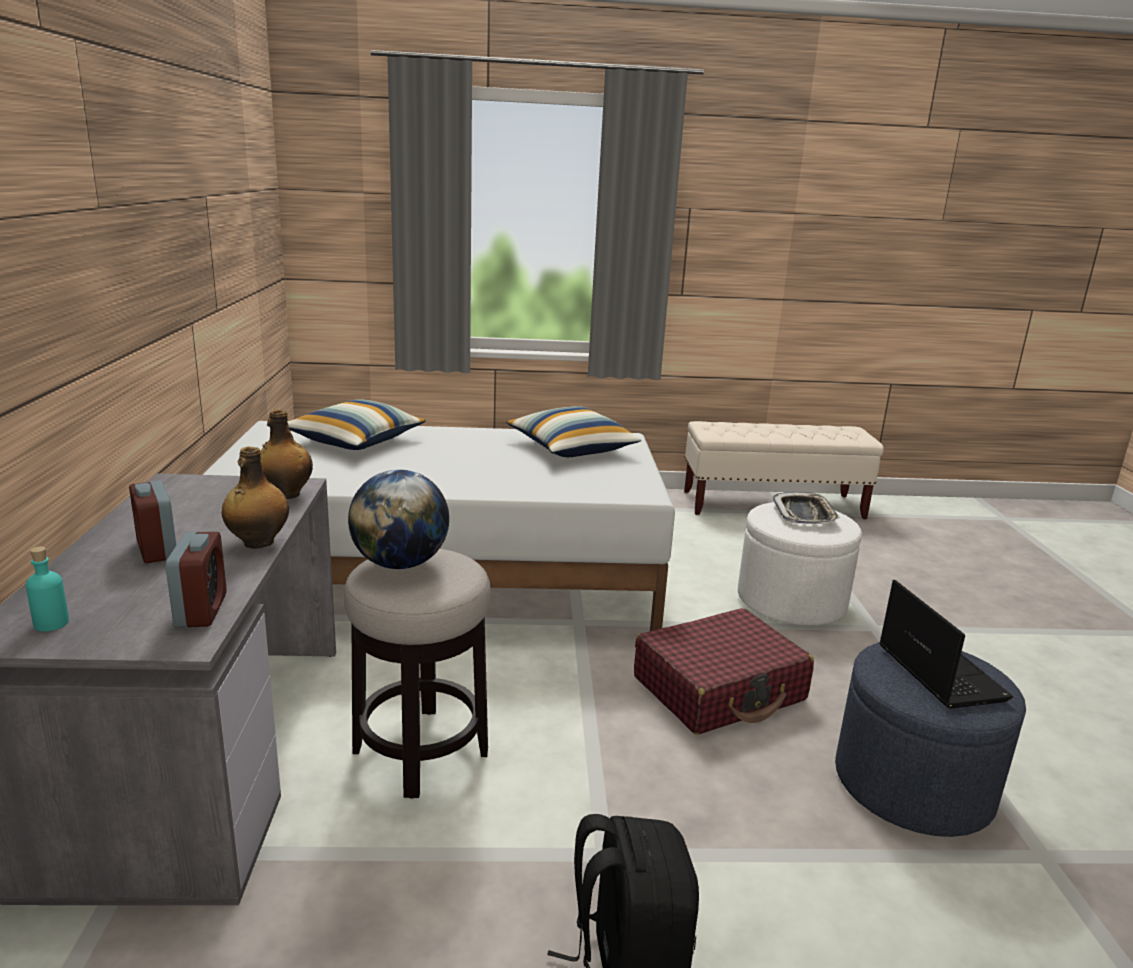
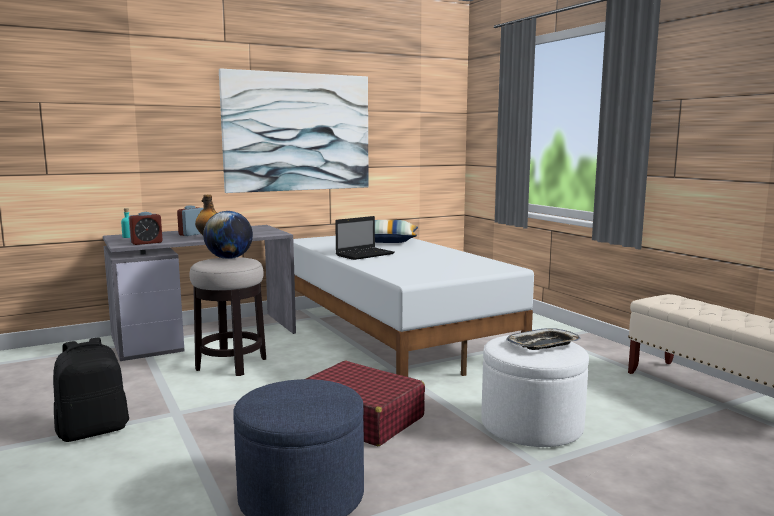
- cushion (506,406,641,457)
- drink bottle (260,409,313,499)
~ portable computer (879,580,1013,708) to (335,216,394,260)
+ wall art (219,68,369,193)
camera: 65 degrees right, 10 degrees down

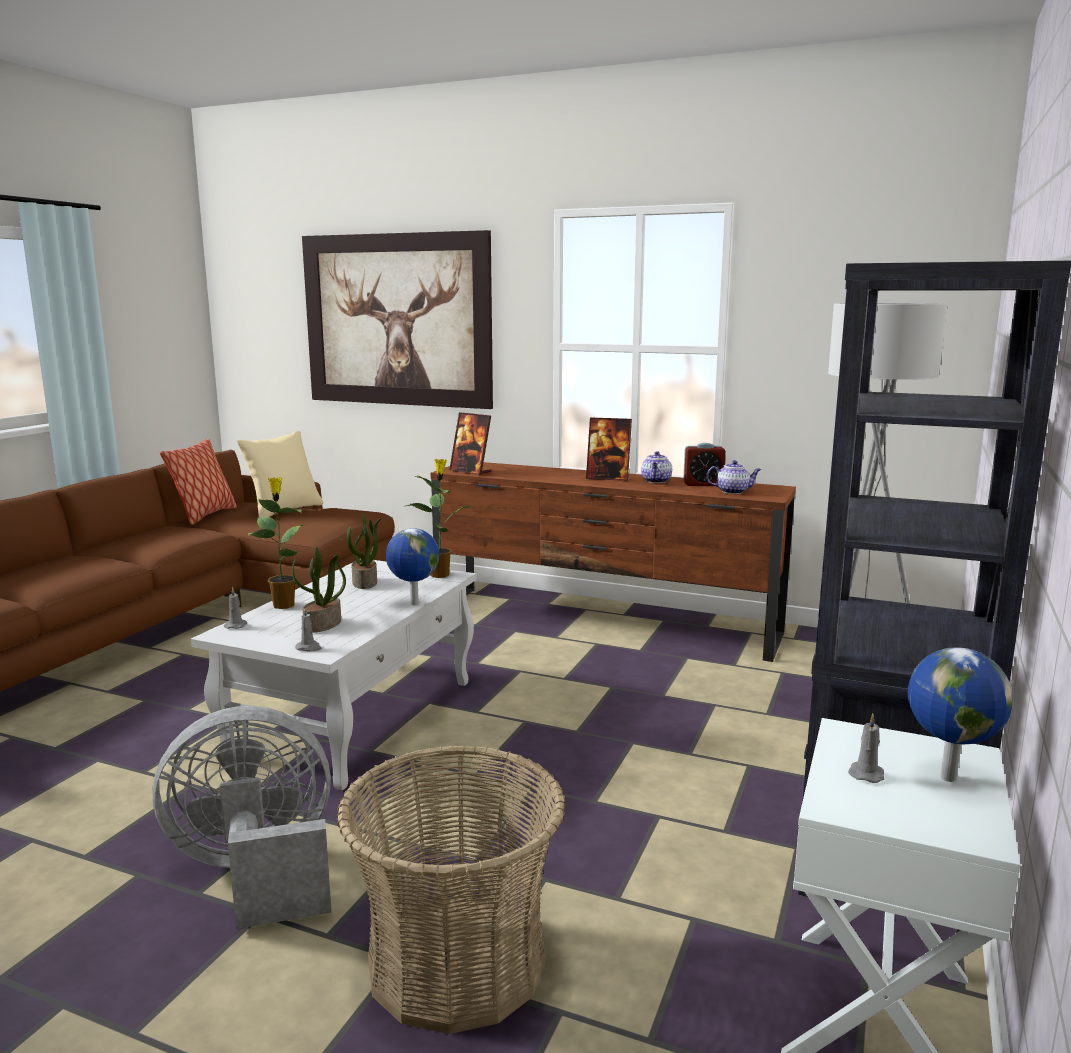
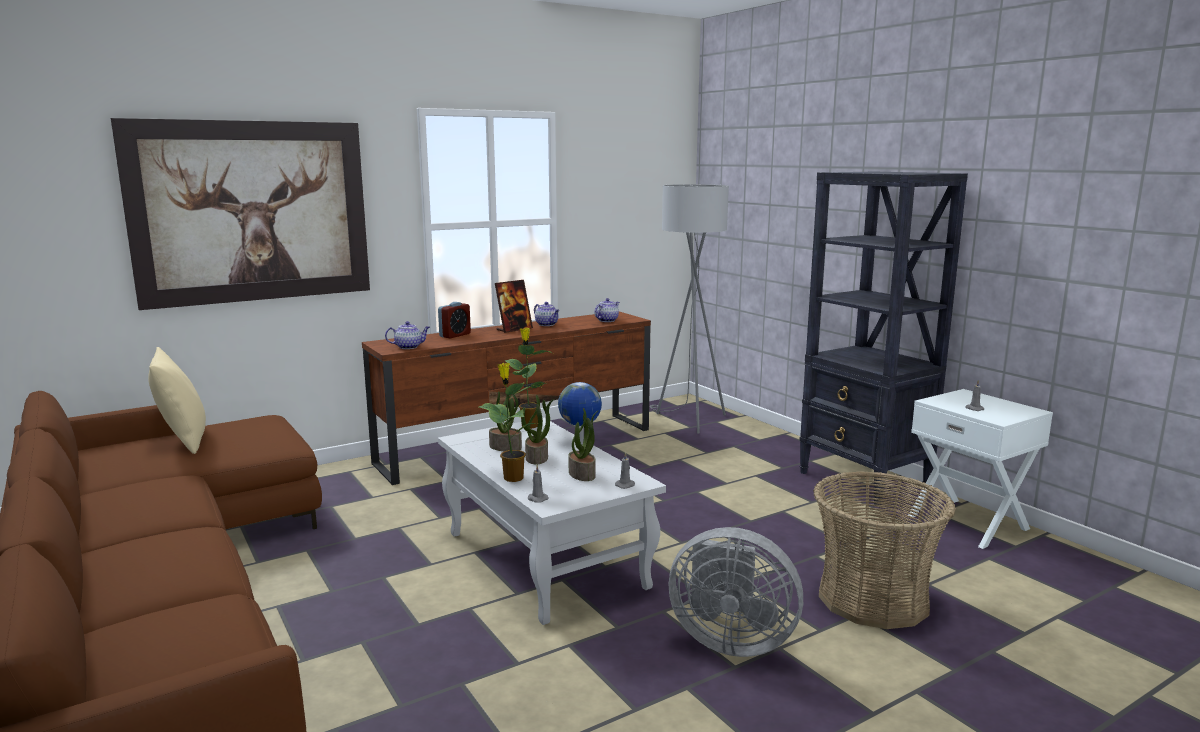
~ photo frame (449,412,491,475) to pot for tea (385,321,430,349)
- cushion (160,439,237,525)
~ alarm clock (683,443,726,486) to (438,302,471,339)
- globe (908,648,1013,782)
~ gray cooling fan (153,706,332,929) = (669,527,803,657) 90 degrees counterclockwise
+ houseplant (521,395,554,465)
camera: 55 degrees left, 0 degrees up

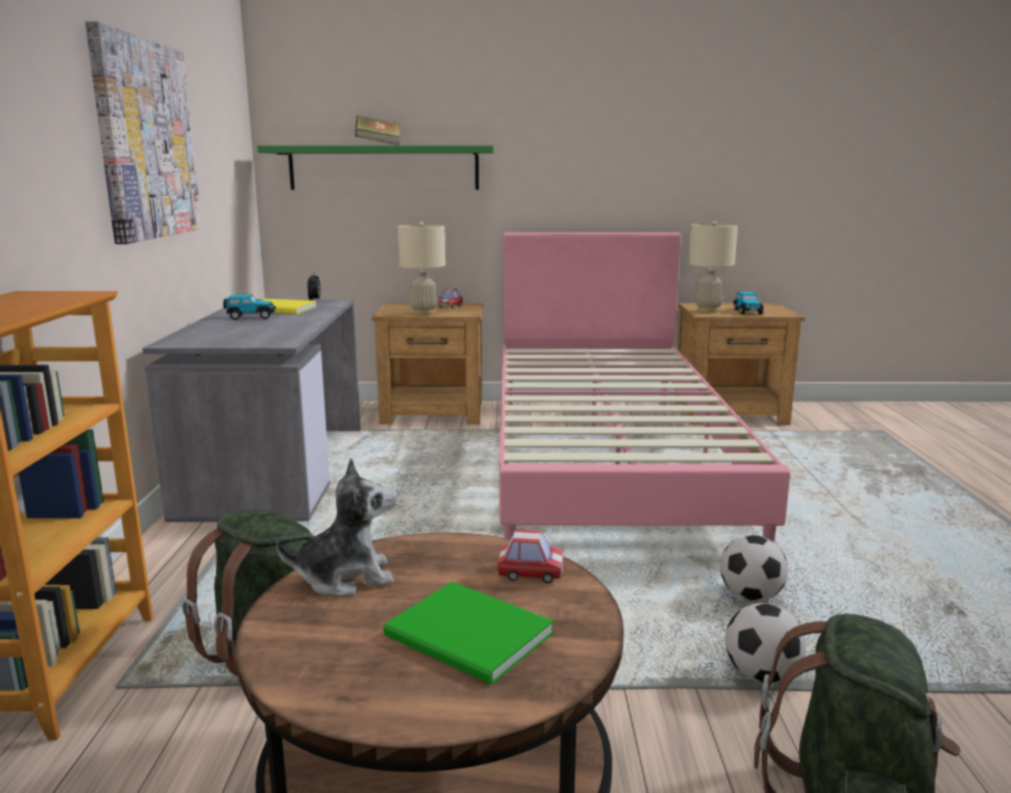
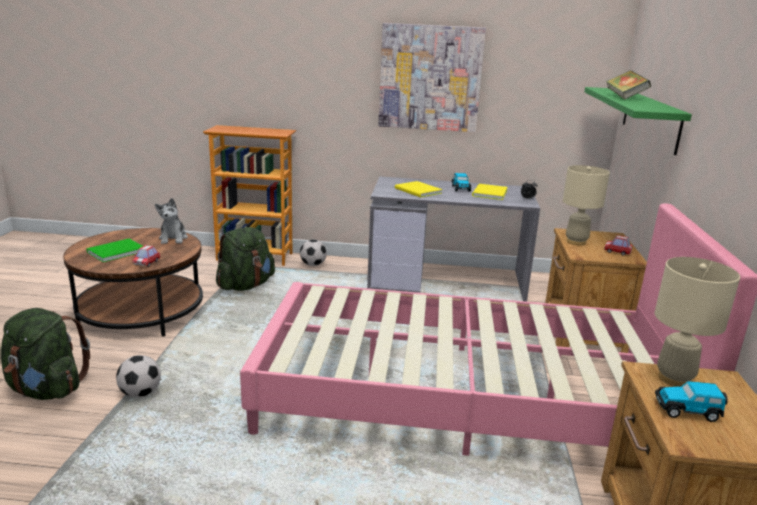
~ ball for football (720,535,788,602) to (300,239,327,266)
+ yellowish volume (395,181,443,197)
camera: 95 degrees right, 5 degrees up

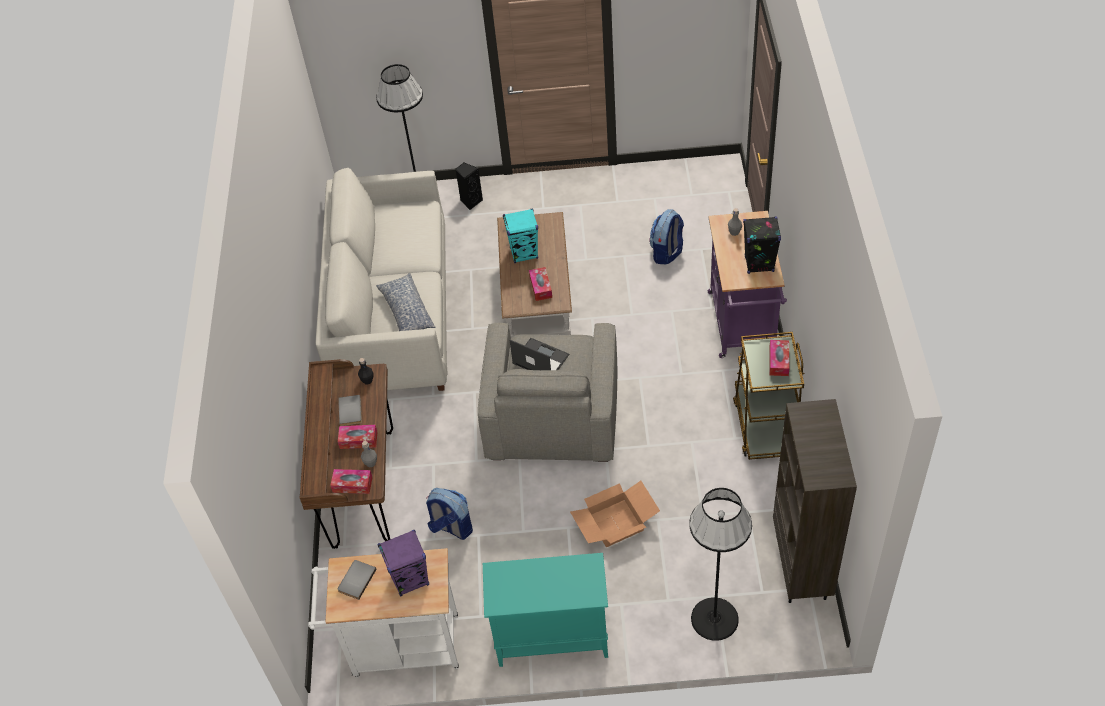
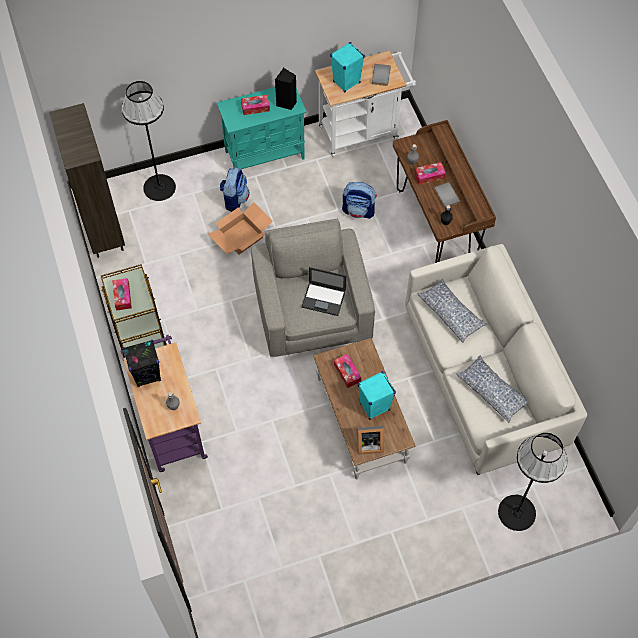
~ black speaker (455,163,483,210) to (275,68,297,110)
~ knapsack (650,209,684,264) to (220,167,249,212)
~ tissue box (330,469,373,494) to (241,95,270,115)
~ purple-coloured speaker (377,530,429,596) to turquoise speaker (330,42,365,93)
+ cushion (456,356,528,423)
+ photo frame (357,426,384,455)
camera: 160 degrees right, 10 degrees up

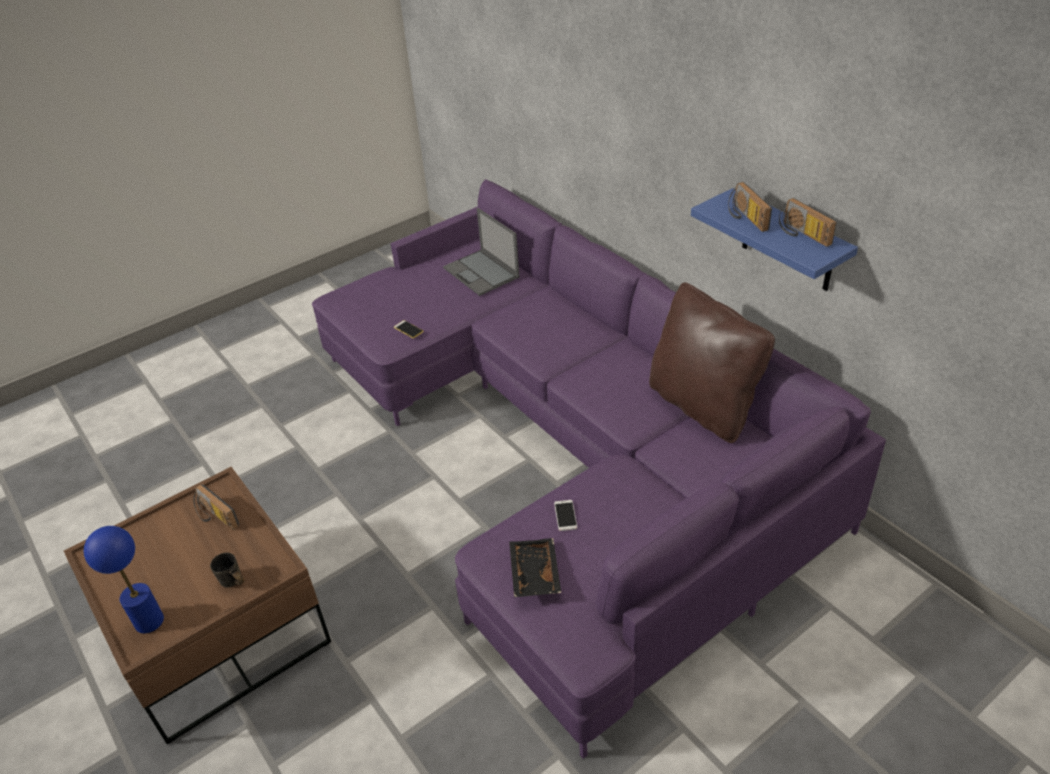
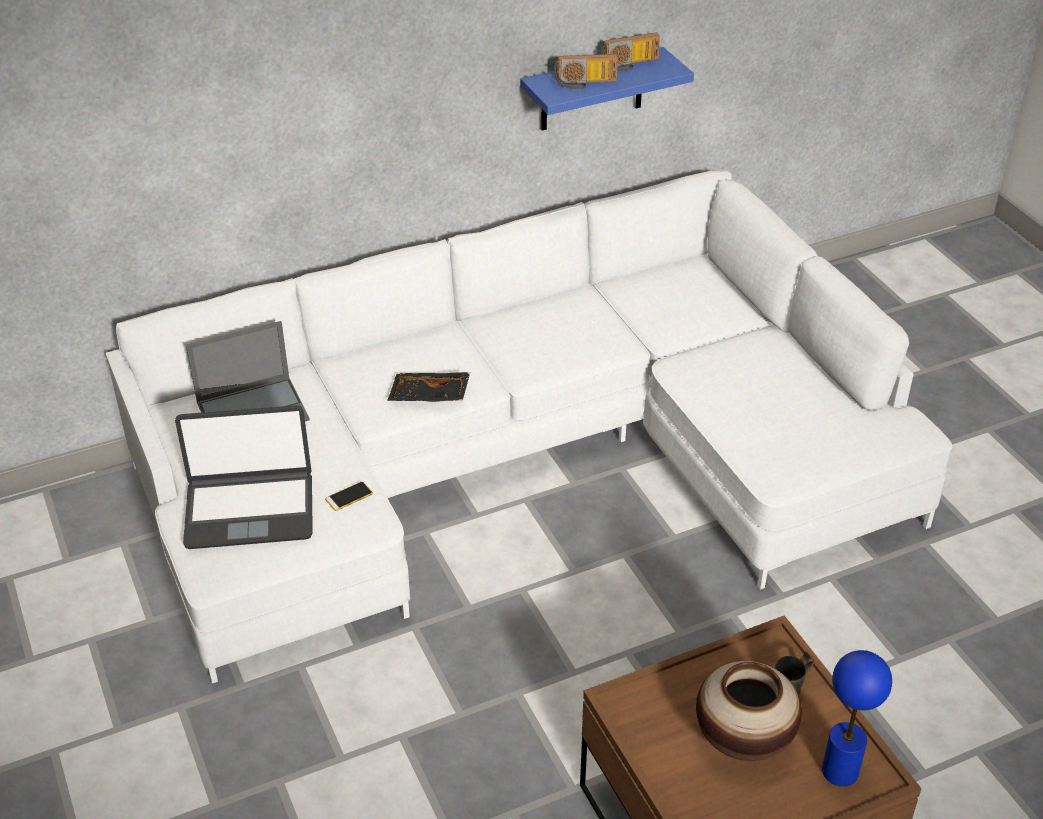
~ purple-coloured couch (312,179,886,759) to white couch (106,170,953,683)
- brown-coloured cushion (649,283,775,443)
- radio set (193,484,239,530)
- phone (554,500,577,531)
~ black carrying tray (509,538,561,597) to (387,372,470,402)
+ portable computer (175,405,313,549)
+ flower vase (696,661,802,761)
camera: 80 degrees left, 0 degrees up

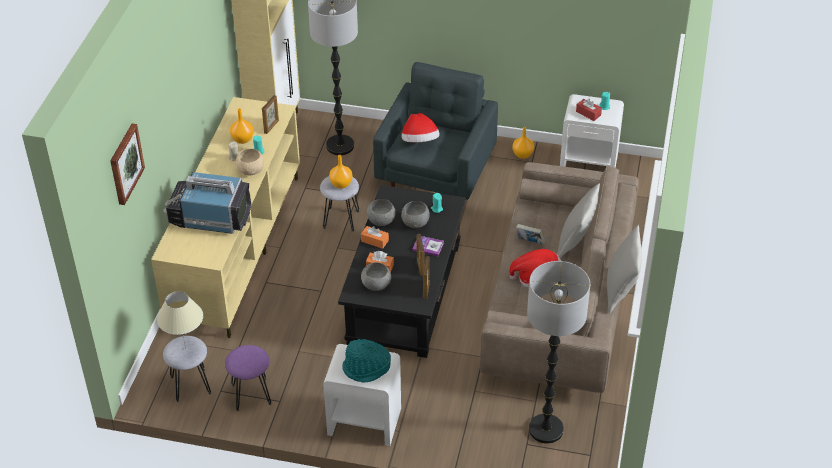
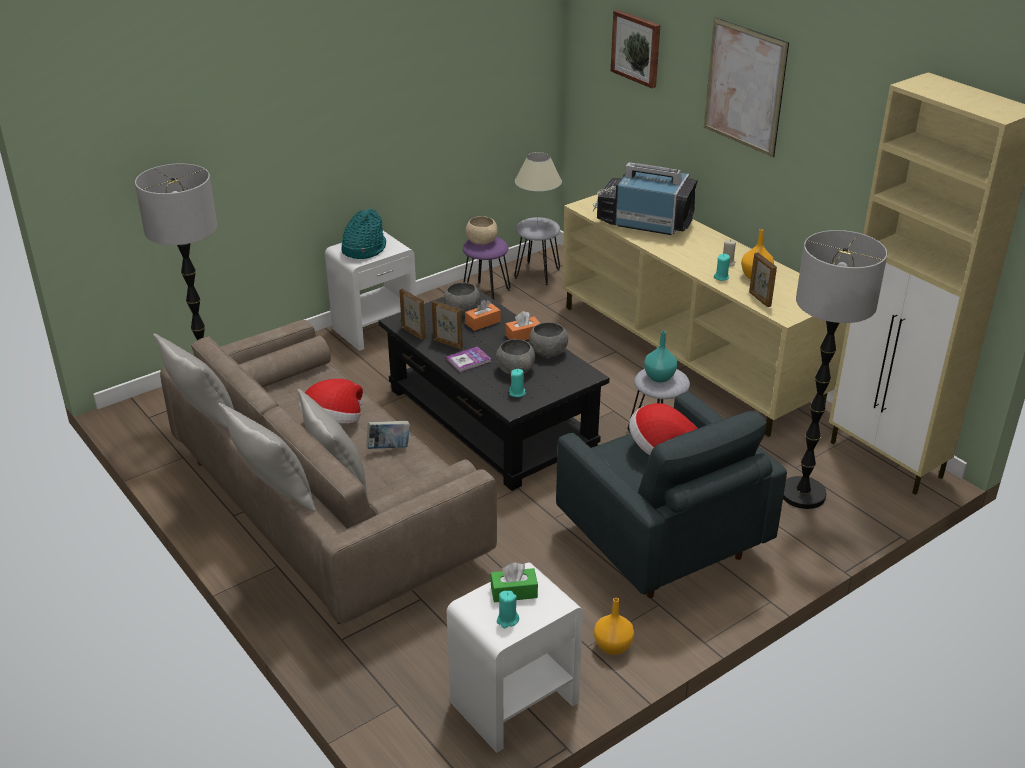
~ red-coloured tissue box (576,99,602,121) to green-coloured tissue box (490,563,538,602)
~ sand-coloured serving bowl (236,149,264,175) to (466,216,498,245)
~ orange flower vase (329,155,353,189) to turquoise flower vase (644,331,678,383)
~ TV (163,171,251,234) = (593,162,698,235) 120 degrees counterclockwise
+ wall art (704,17,789,157)
+ gray cushion (218,403,316,512)
camera: 130 degrees right, 10 degrees down

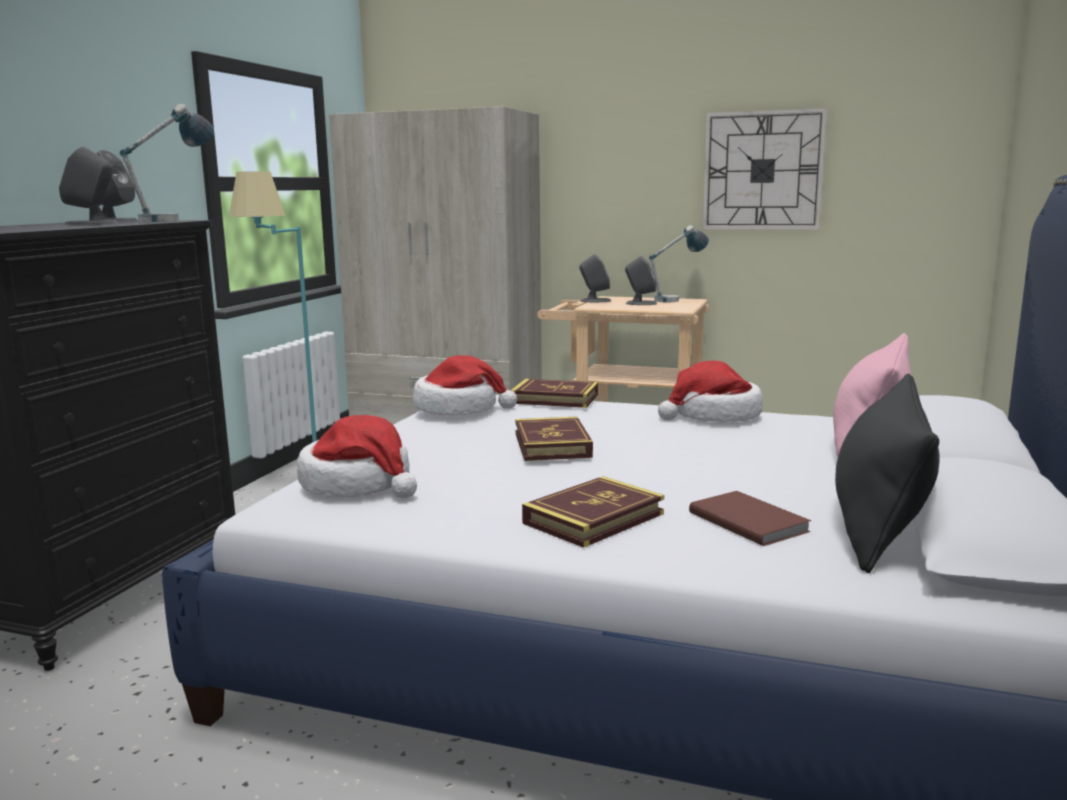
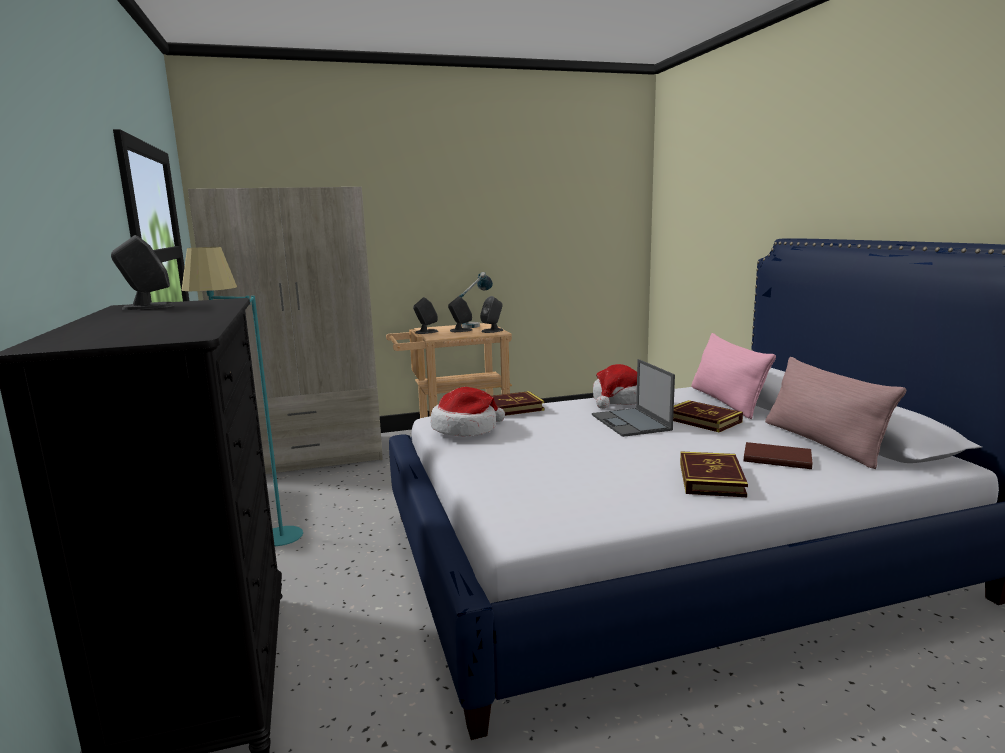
- lamp for a table (120,104,214,222)
- hanging clock (702,108,827,230)
~ gray speaker (59,147,118,225) to (480,296,503,333)
~ black cushion (835,374,940,573) to pink-coloured cushion (765,357,906,469)
- clothing hat (297,415,417,498)
~ volume (515,417,593,461) to (673,400,743,432)
+ portable computer (592,359,675,437)
camera: 35 degrees left, 0 degrees up

